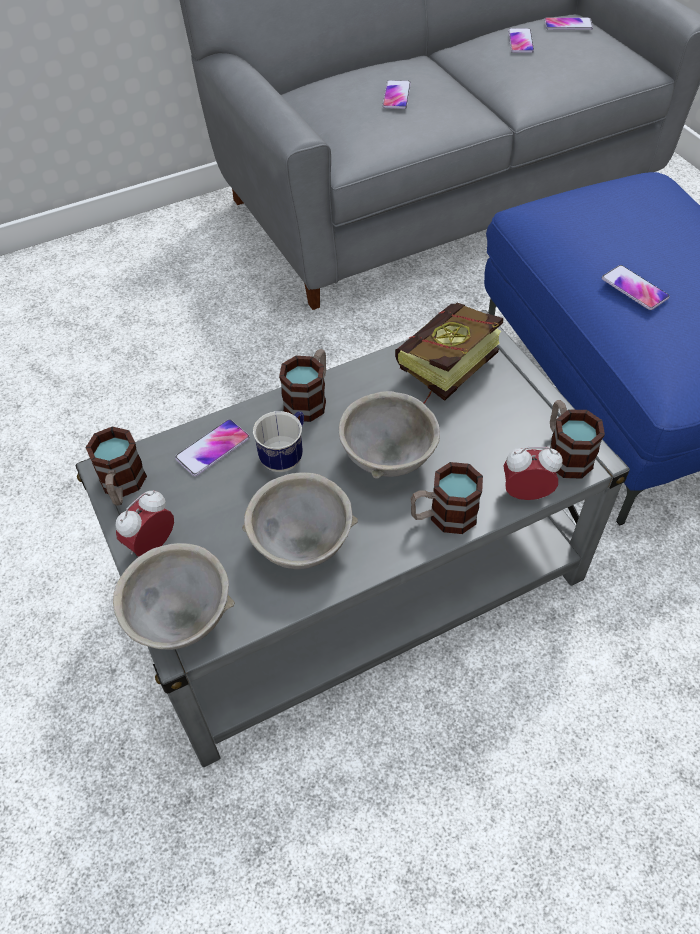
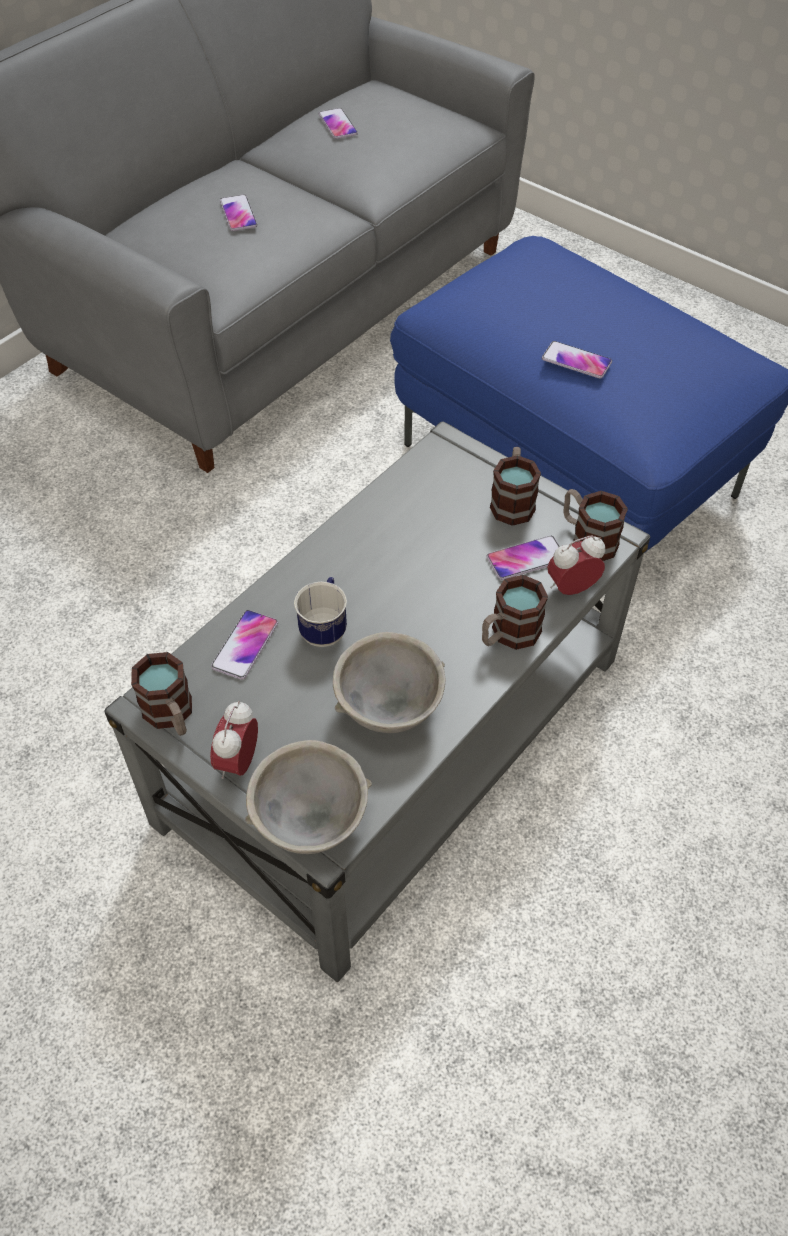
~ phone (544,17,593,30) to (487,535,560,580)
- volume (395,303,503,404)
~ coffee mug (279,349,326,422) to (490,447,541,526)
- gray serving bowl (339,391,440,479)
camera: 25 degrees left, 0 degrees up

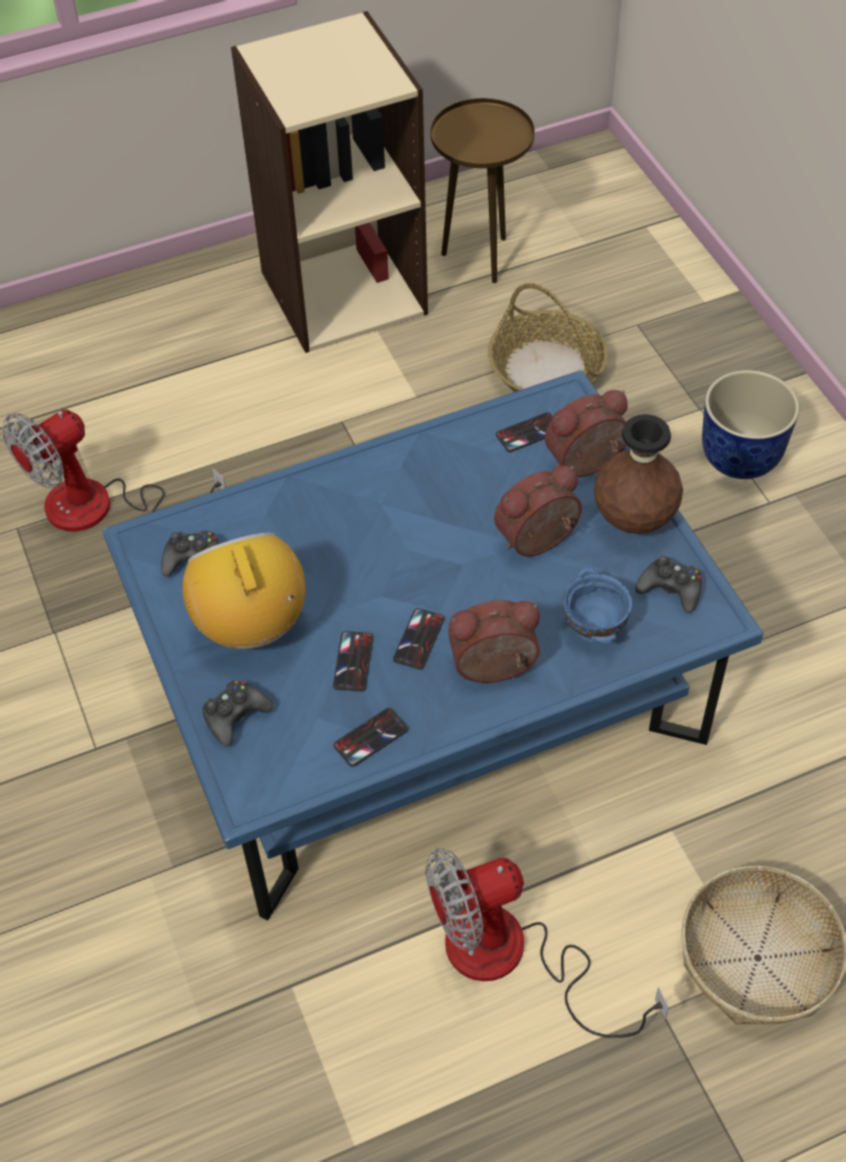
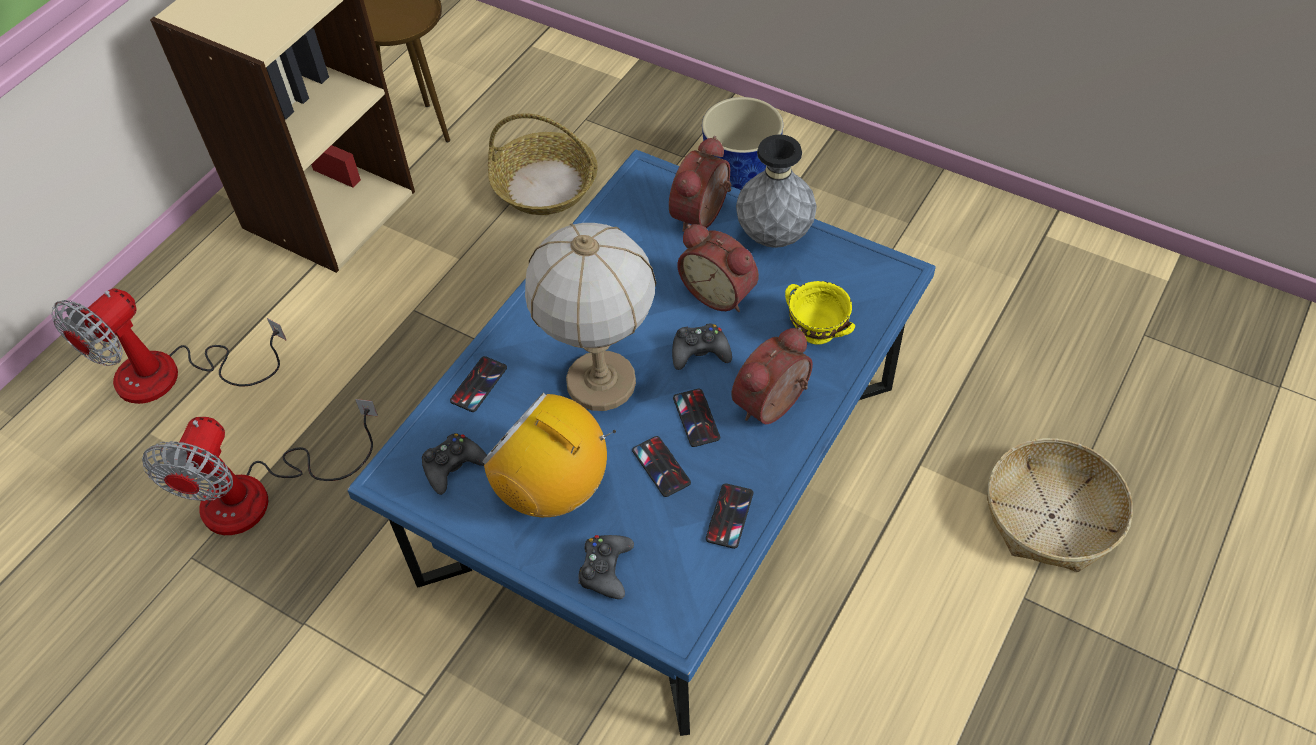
~ phone (496,412,553,452) to (450,356,507,412)
~ brown-coloured flower vase (594,414,683,534) to gray flower vase (736,134,817,248)
~ alarm clock (494,466,582,556) = (677,224,759,312) 75 degrees counterclockwise
~ black game controller (635,556,702,613) to (672,324,732,370)
~ blue serving bowl (563,568,632,643) to yellowish serving bowl (785,281,855,344)
~ cooling fan (425,848,669,1038) to (51,288,286,404)
+ lamp for a table (525,223,657,411)
camera: 35 degrees left, 0 degrees up

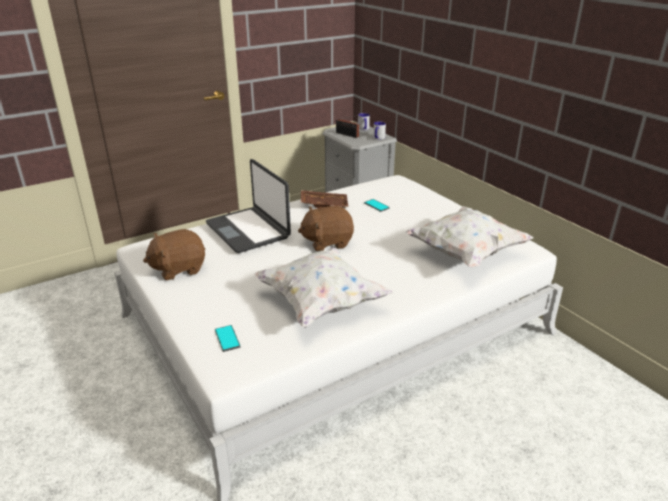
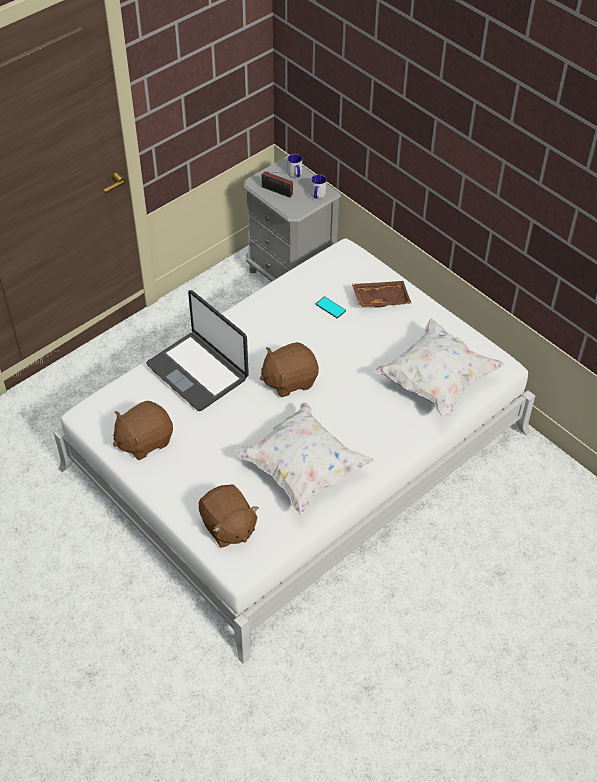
~ brown-coloured carrying tray (301,190,349,208) to (352,281,412,308)
~ phone (215,325,240,352) to brown-coloured plush toy (199,484,259,548)
camera: 10 degrees left, 20 degrees up

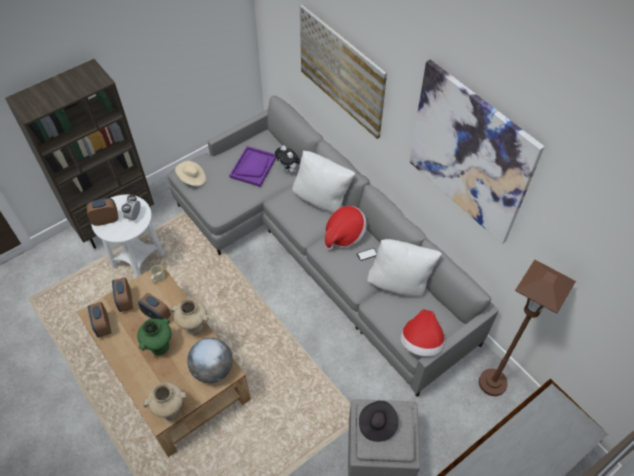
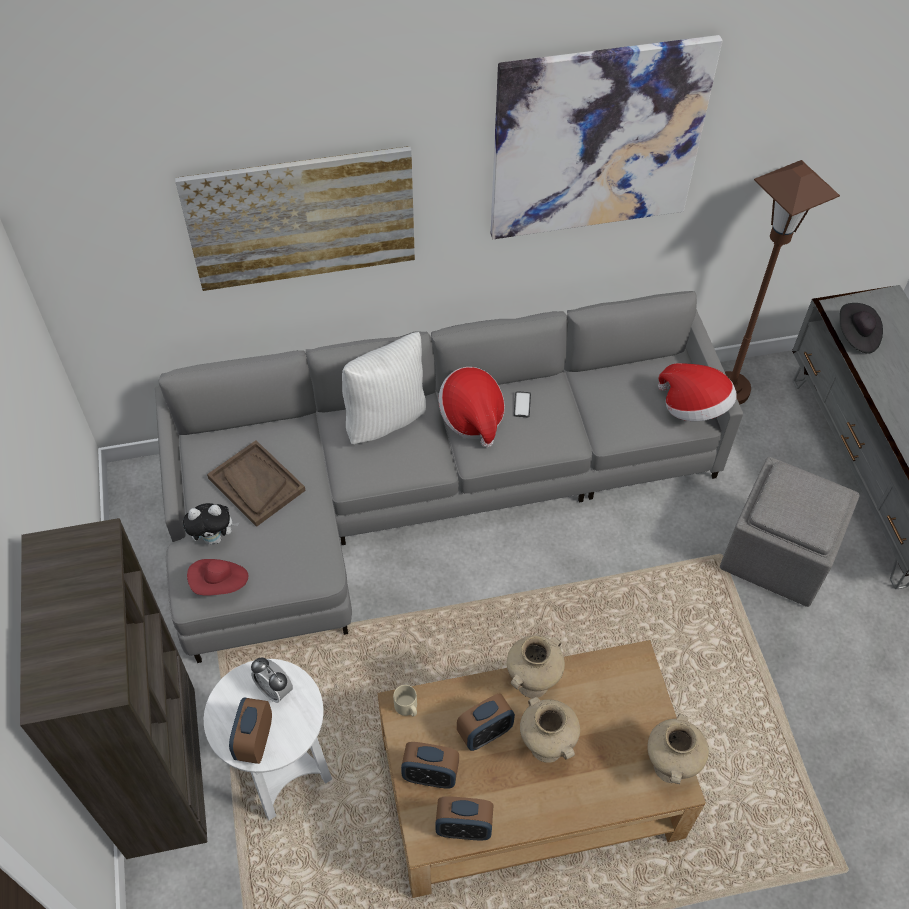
~ plush toy (275,145,300,172) to (183,503,239,545)
~ purple-coloured carrying tray (229,146,276,187) to brown-coloured carrying tray (207,440,305,527)
~ sand-coloured clothing hat (175,161,206,186) to red-coloured clothing hat (187,559,248,596)
- white cushion (367,239,442,297)
~ green-coloured flower vase (137,318,172,355) to sand-coloured flower vase (520,697,580,763)
- globe (187,338,233,383)
~ black clothing hat (359,401,398,442) to (840,303,883,354)
camera: 65 degrees left, 0 degrees up

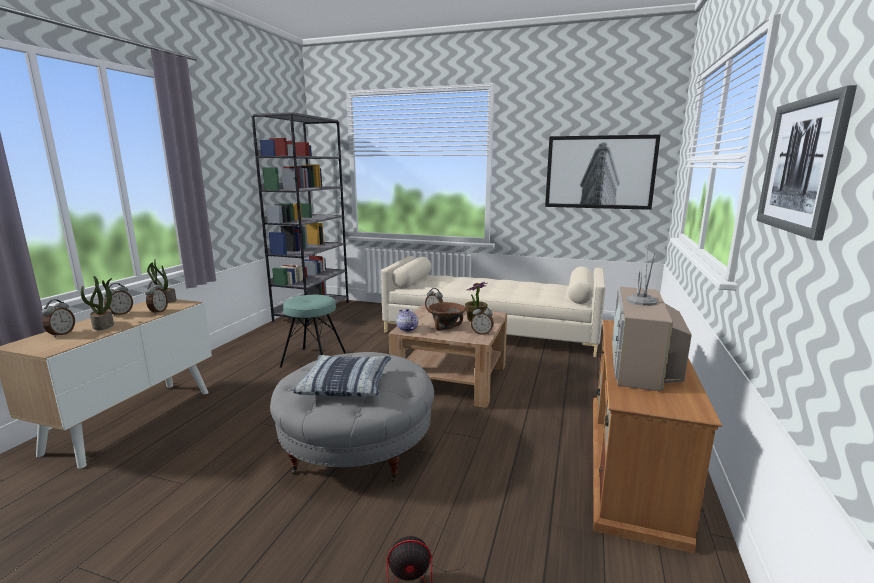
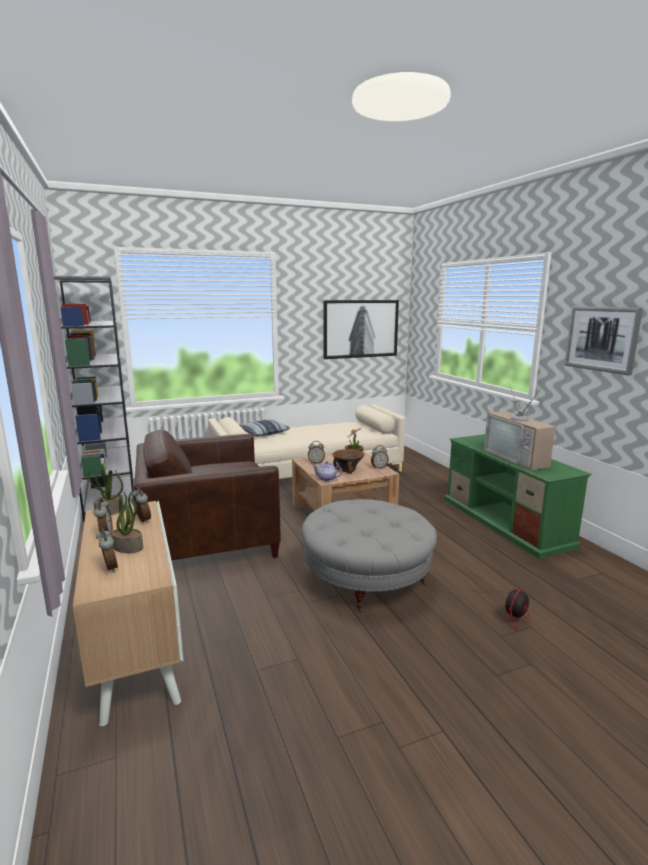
~ turquoise sitting stool (279,295,346,368) to brown-coloured armchair (134,429,281,560)
~ brown-coloured media console (593,320,722,554) to green-coloured media console (444,434,592,559)
~ cushion (293,355,391,396) to (239,419,290,437)
camera: 40 degrees left, 0 degrees up

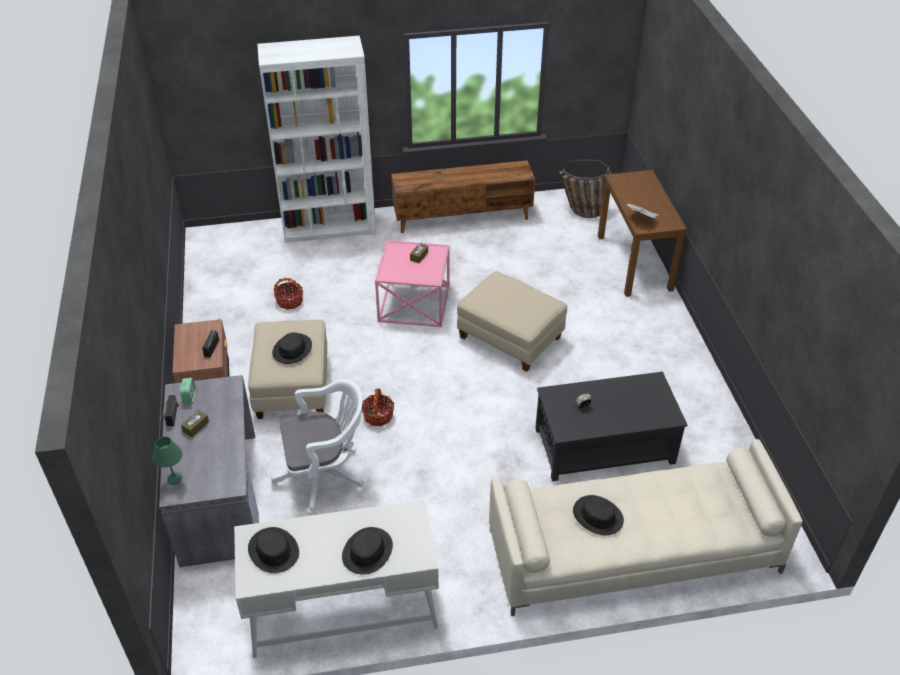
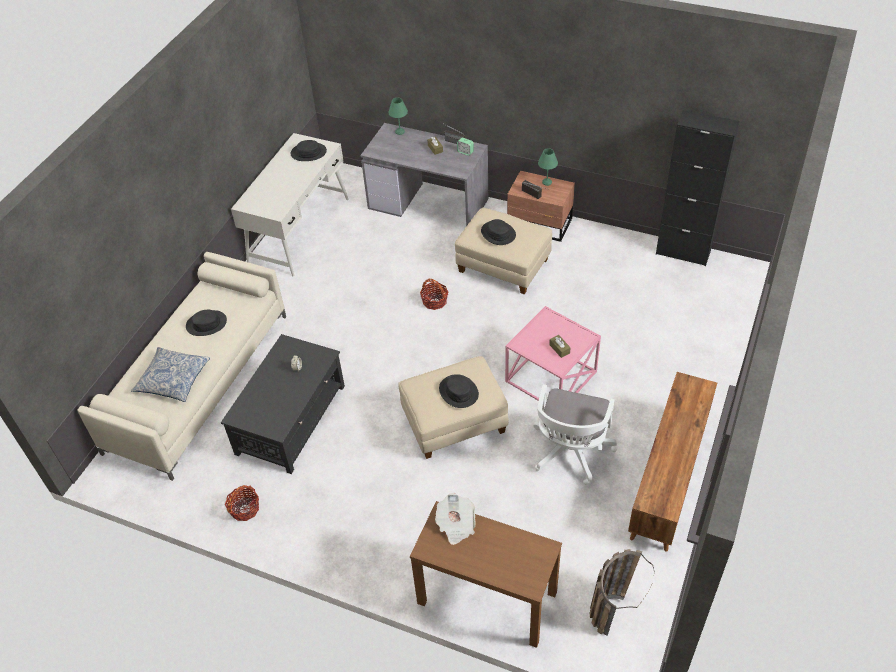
- white shelving unit (257,36,376,243)
~ household basket (274,278,303,310) to (225,485,259,521)
~ white computer chair (271,379,364,515) to (533,384,617,485)
~ black clothing hat (342,527,393,575) to (439,374,479,408)
+ black storage cabinet (656,110,740,266)
+ green-coloured lamp for a table (538,148,558,186)
+ cushion (131,347,210,402)
camera: 125 degrees right, 5 degrees up

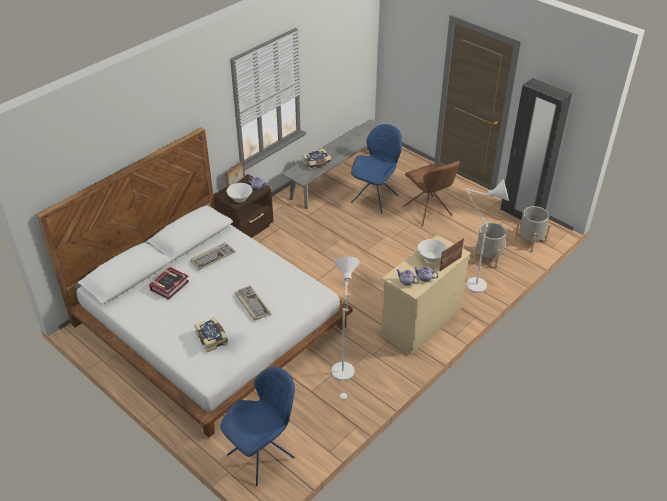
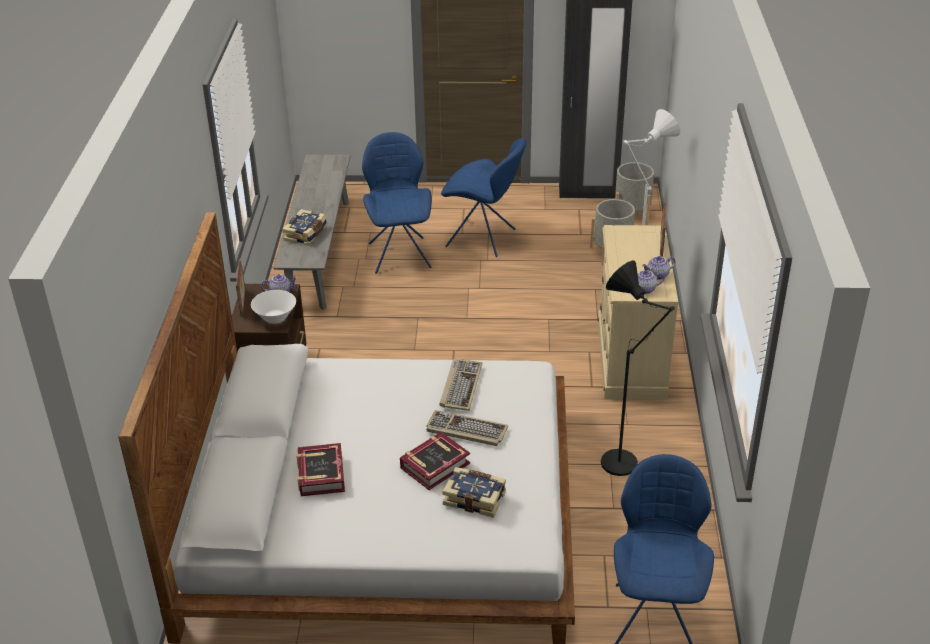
~ brown-coloured plain chair (403,161,460,226) to blue plain chair (441,138,527,257)
- white serving bowl (418,239,447,262)
~ keyboard (190,242,236,270) to (440,359,482,411)
~ white standard lamp (331,256,360,400) to black standard lamp (601,261,675,476)
+ volume (400,432,470,490)
camera: 40 degrees left, 5 degrees down

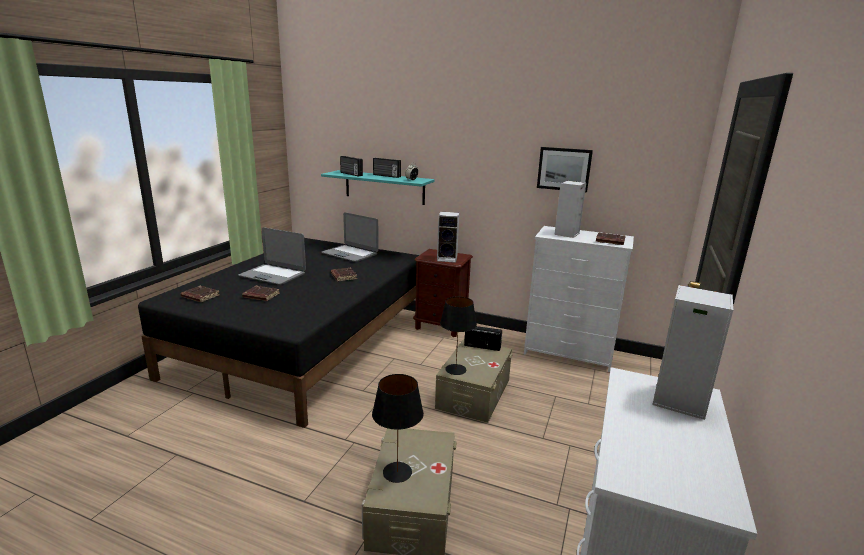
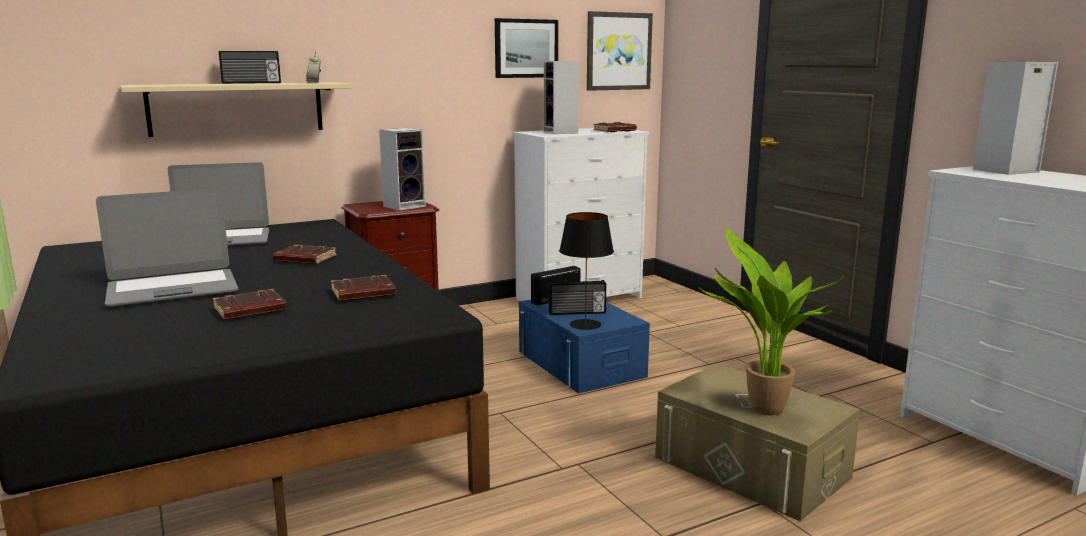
~ radio set (340,156,363,176) to (549,280,606,315)
~ turquoise bracket shelf (321,170,435,205) to sand-coloured bracket shelf (120,82,352,137)
~ brown-coloured volume (181,286,220,302) to (331,275,396,301)
~ sand-coloured storage container (435,339,512,423) to blue storage container (519,300,650,394)
~ black lamp for a table (372,374,424,483) to houseplant (700,228,844,415)
+ wall art (587,11,653,91)
camera: 50 degrees left, 5 degrees down

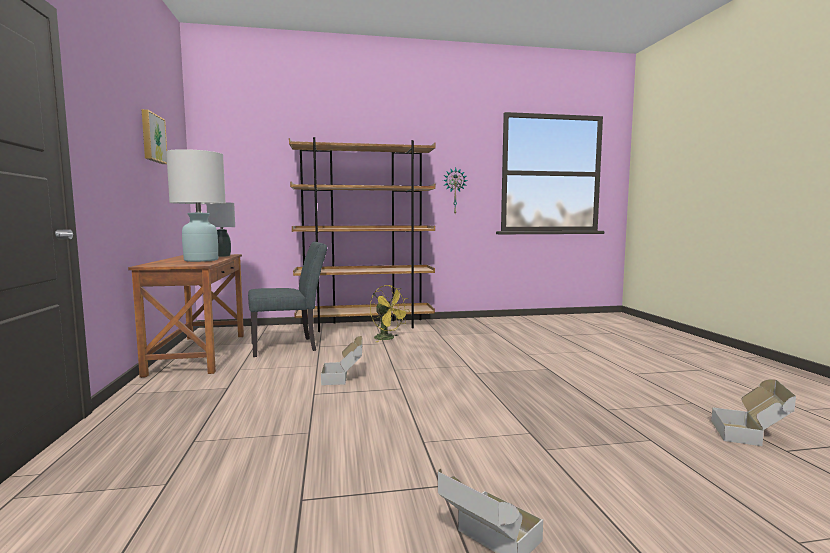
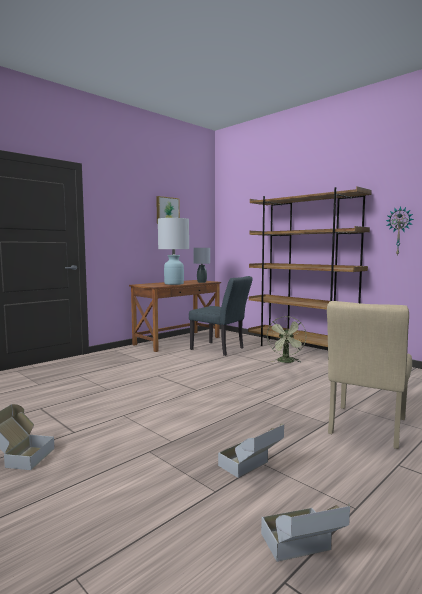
~ yellowish cooling fan (370,285,410,342) to green-coloured cooling fan (267,316,306,363)
~ packing box (321,336,362,385) to (218,423,284,478)
+ sand-coloured plain chair (327,301,412,449)
camera: 55 degrees right, 0 degrees up

